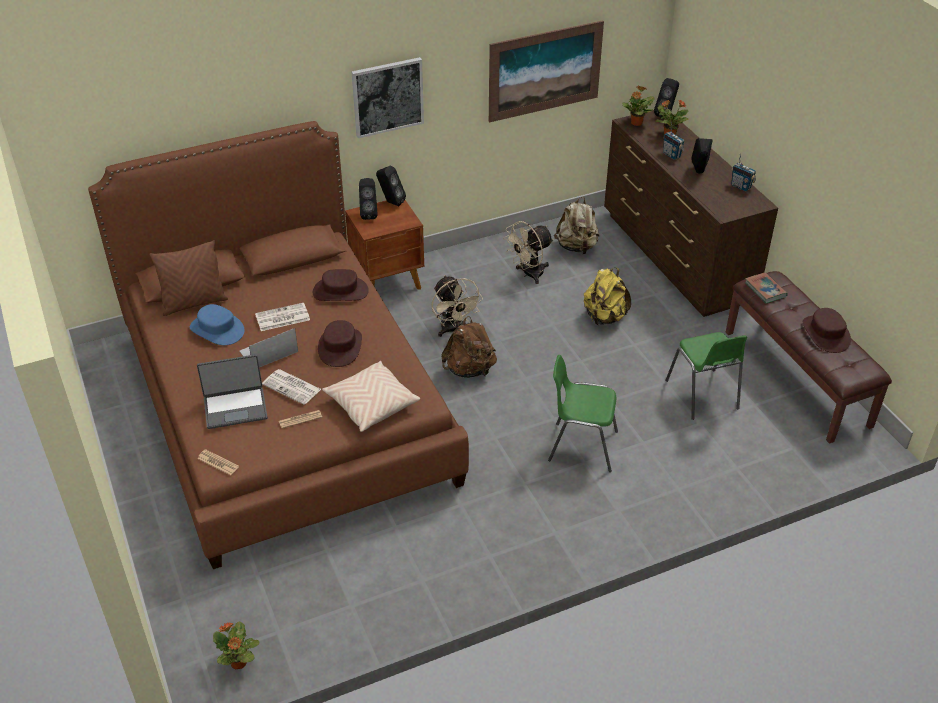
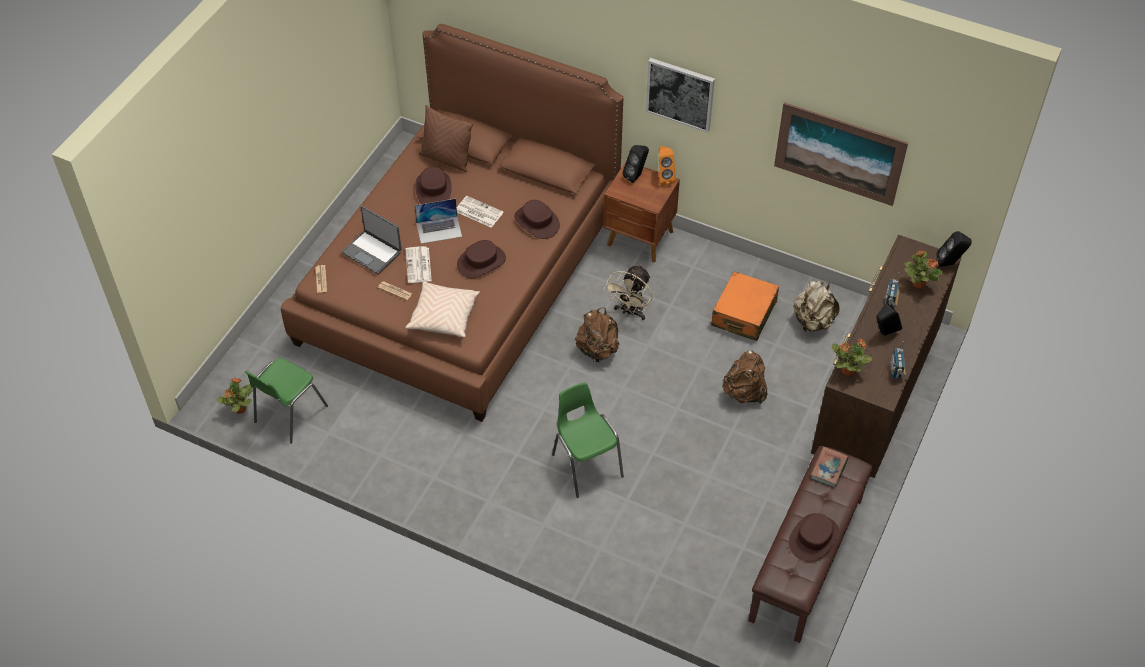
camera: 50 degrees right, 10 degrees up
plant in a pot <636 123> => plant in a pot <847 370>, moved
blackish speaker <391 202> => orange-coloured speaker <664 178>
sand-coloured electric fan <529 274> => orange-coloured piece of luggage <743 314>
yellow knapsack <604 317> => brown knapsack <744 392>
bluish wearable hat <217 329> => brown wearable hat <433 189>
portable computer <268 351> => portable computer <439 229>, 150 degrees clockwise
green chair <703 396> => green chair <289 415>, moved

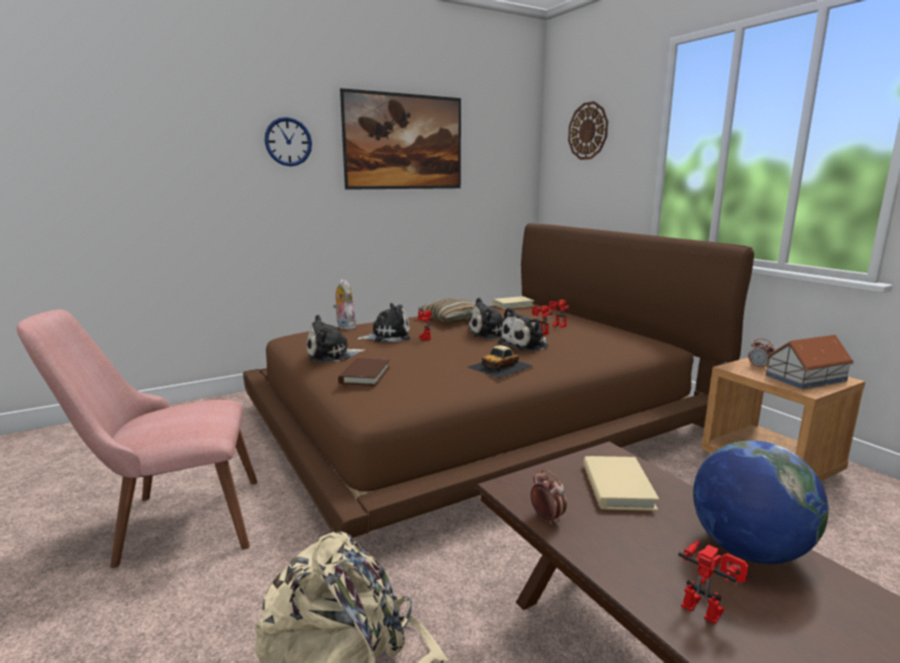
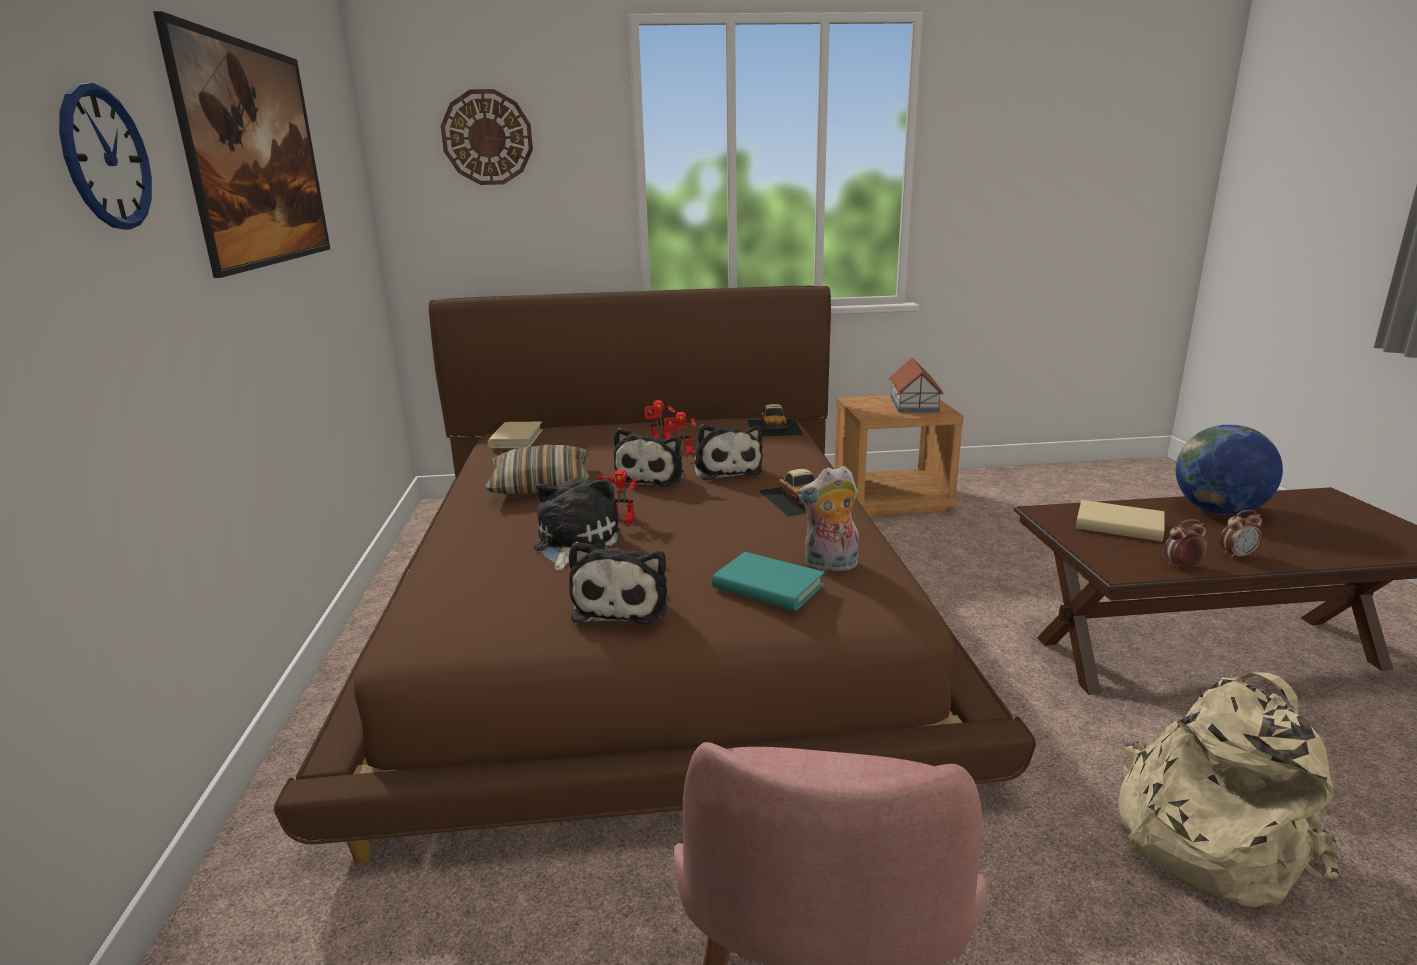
camera: 65 degrees left, 5 degrees up
plush toy <344 327> => plush toy <830 566>, moved
bedside clock <759 367> => bedside clock <1236 556>, moved
brown bound book <365 375> => blue-green bound book <768 587>
toy robot <707 607> => nothing
nothing => toy car <774 427>

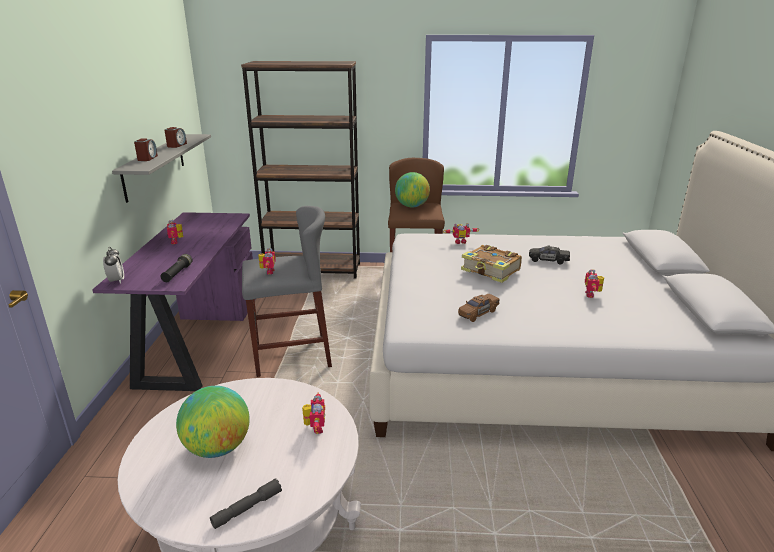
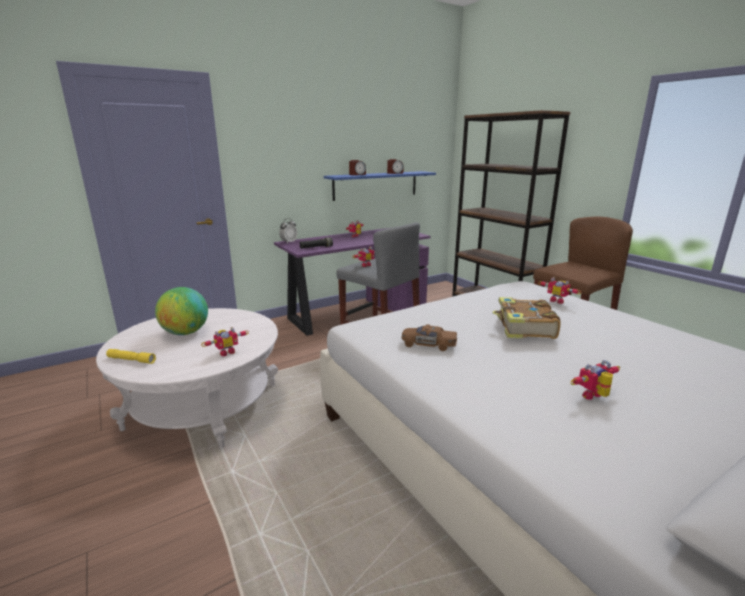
camera: 55 degrees right, 5 degrees down
grey wall shelf <154 166> => bluish wall shelf <376 185>
desk globe <412 206> => nothing
blackish toy car <548 260> => nothing
grey torch <247 508> => yellow torch <131 360>

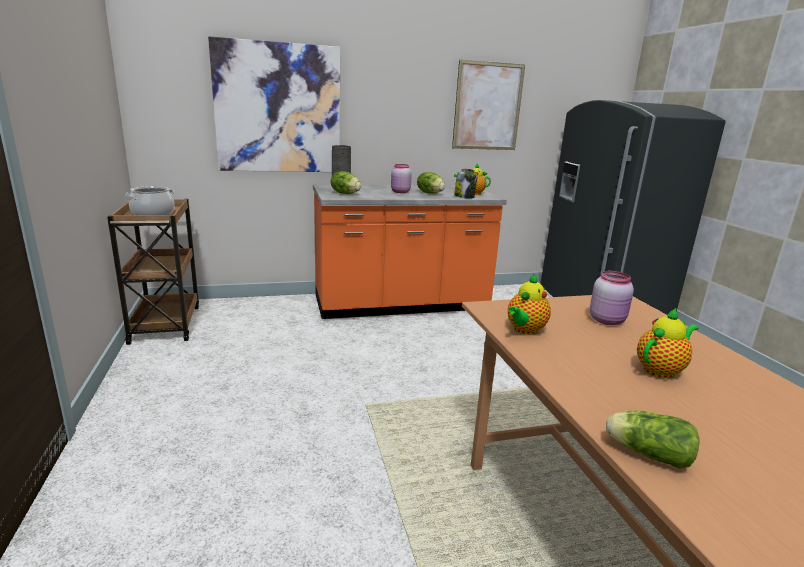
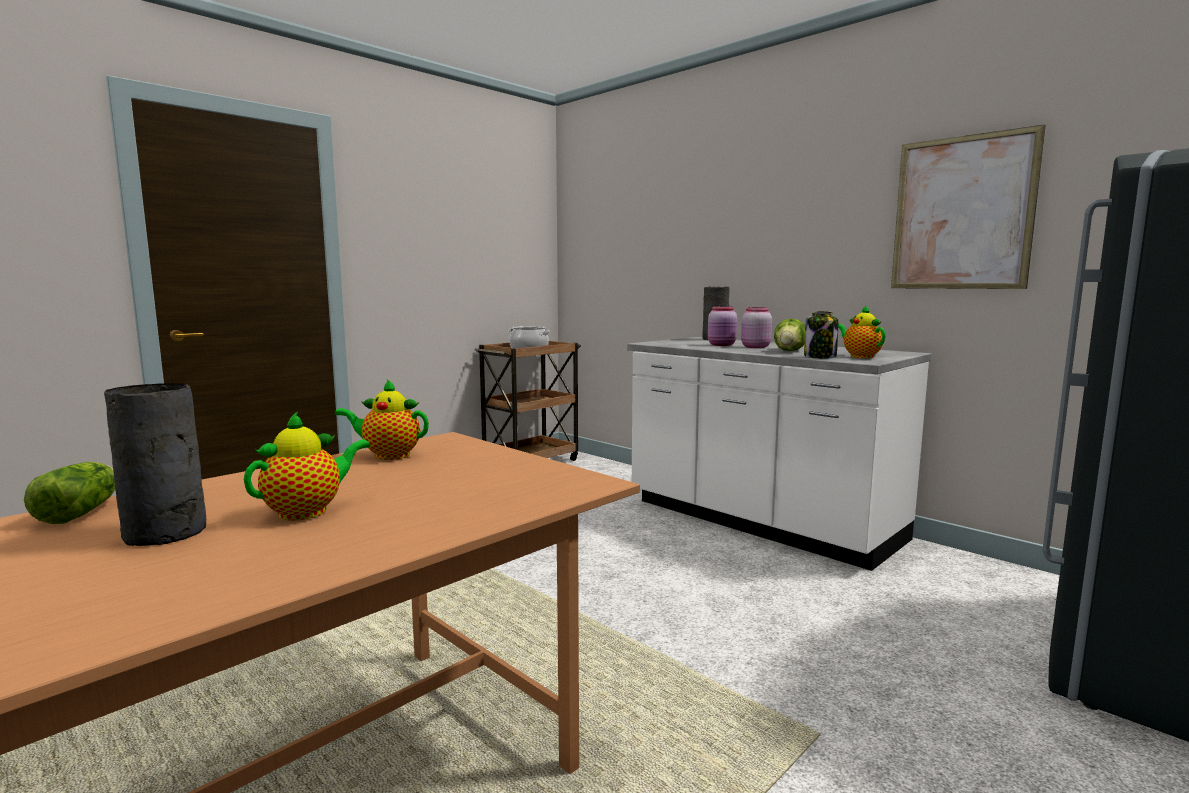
camera: 60 degrees right, 10 degrees down
wall art <278 109> => nothing
lettuce <346 193> => nothing
orange-coloured counter <401 304> => white-coloured counter <760 521>
pink-coloured preserve jar <607 320> => pink-coloured preserve jar <722 345>, moved
tea pot <661 370> => tea pot <308 511>, 75 degrees counterclockwise
nothing => grey flower vase <165 533>

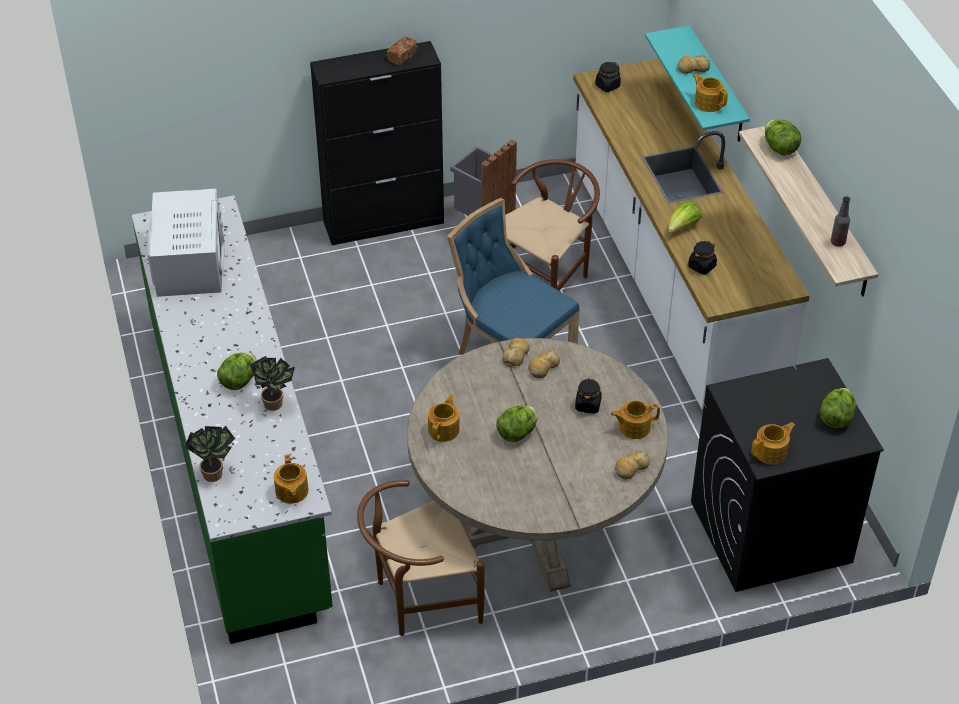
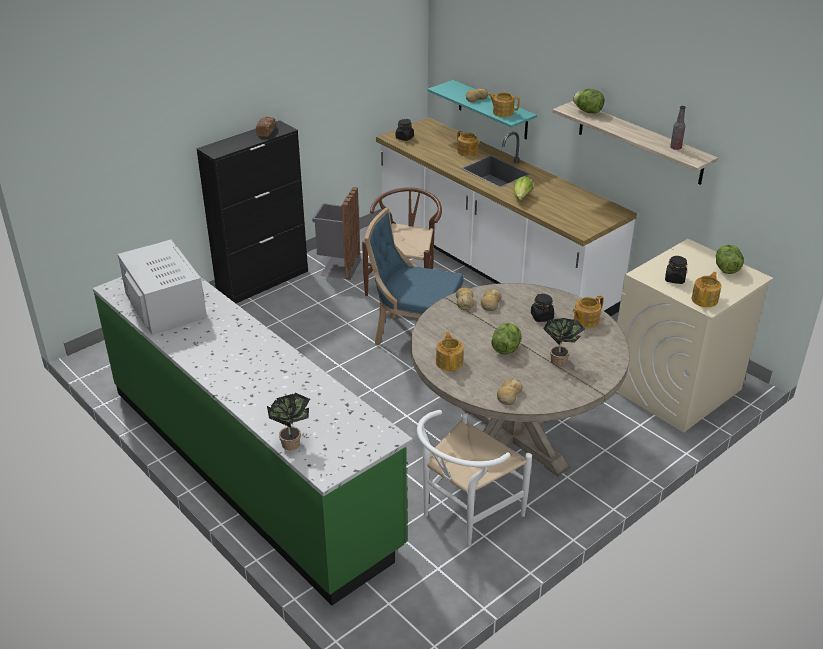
camera: 25 degrees left, 10 degrees down
blackish preserve jar <702 266> => blackish preserve jar <674 279>, moved
lettuce <239 381> => nothing
plant in a pot <276 403> => plant in a pot <560 360>, moved
blackish laundry machine <769 532> => sand-coloured laundry machine <674 388>
bread <631 468> => bread <508 395>, moved
tea pot <291 491> => tea pot <467 152>, moved
brown chair <419 599> => white-coloured chair <464 515>

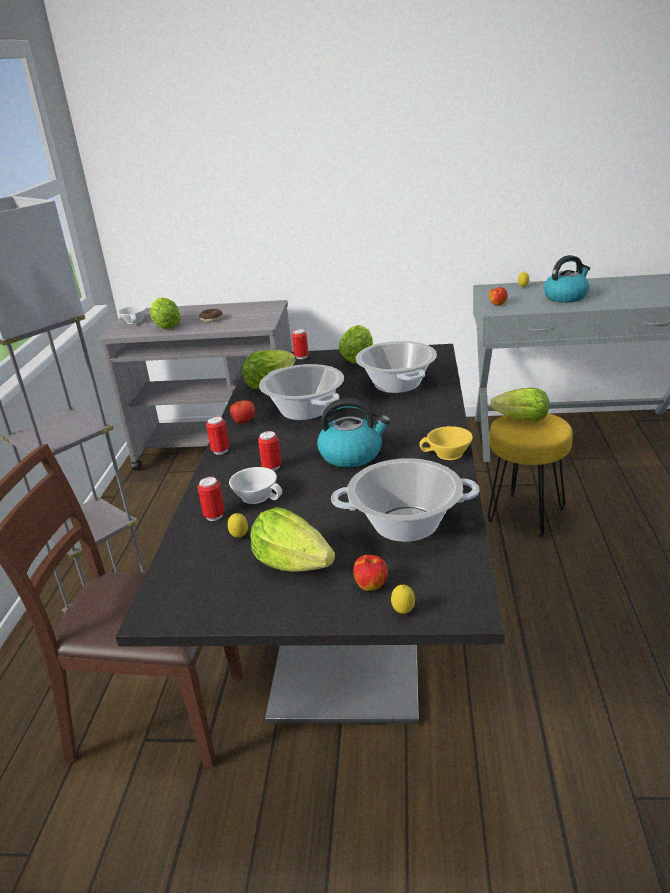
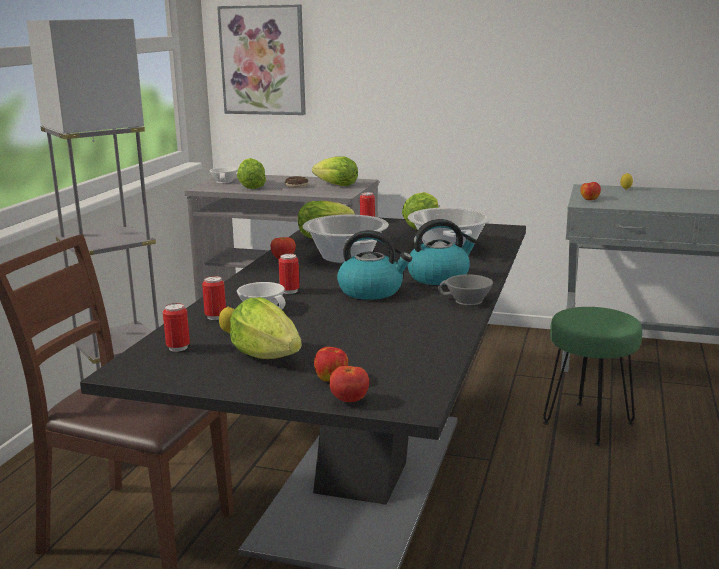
camera: 10 degrees right, 10 degrees down
kettle <566 297> => kettle <439 277>, moved
lettuce <522 420> => lettuce <337 185>, moved
yellow stool seat <527 514> => green stool seat <589 423>
can <220 451> => can <178 348>, moved
yellow drinking cup <448 454> => grey drinking cup <466 301>
cooking pot <406 525> => nothing
citrus fruit <403 612> => whole tomato <349 400>
nothing => wall art <263 60>

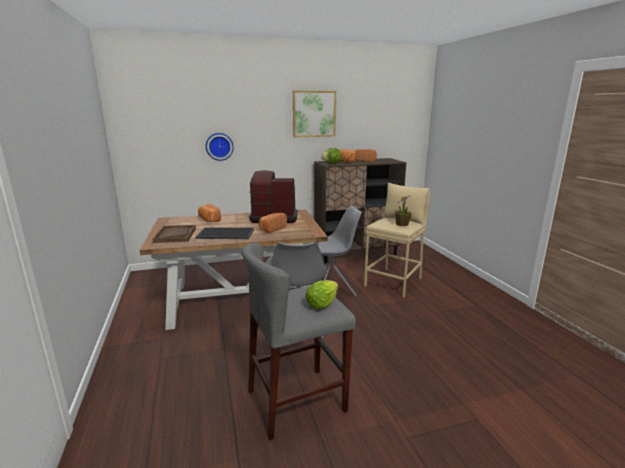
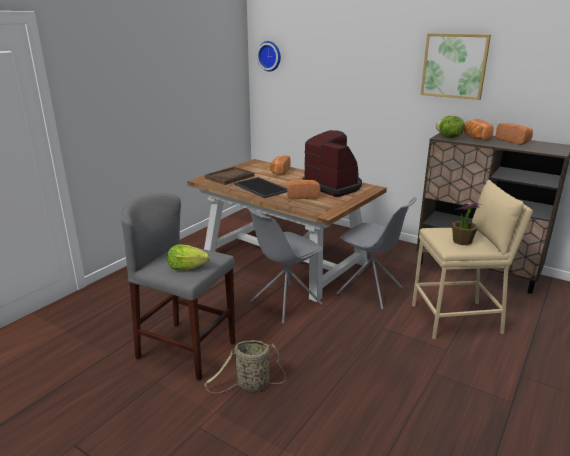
camera: 50 degrees right, 5 degrees up
clock on the wall <219 146> => clock on the wall <270 56>, moved
nothing => household basket <251 385>

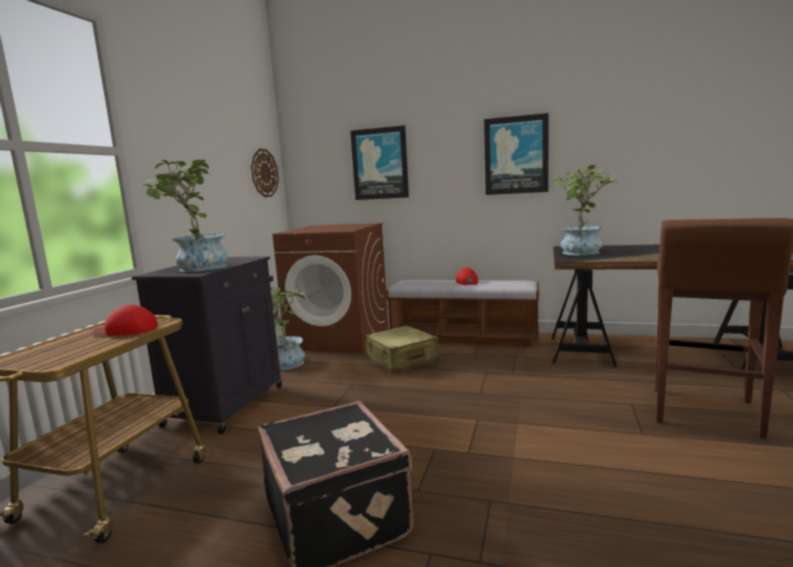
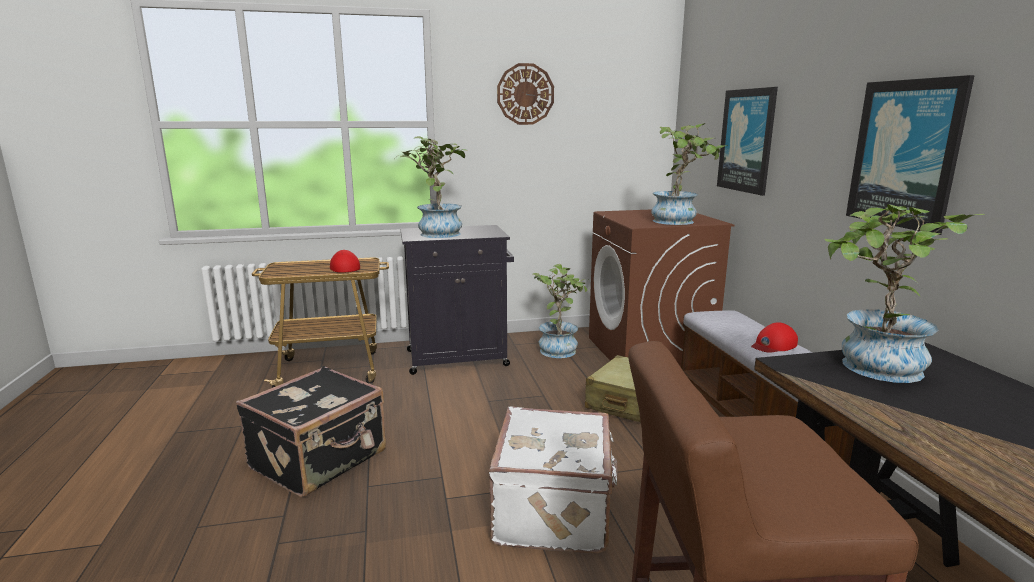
camera: 60 degrees right, 5 degrees up
clock on the wall <264 173> => clock on the wall <525 94>, moved
nothing => plant in a pot <680 221>
nothing => white-coloured piece of luggage <555 511>

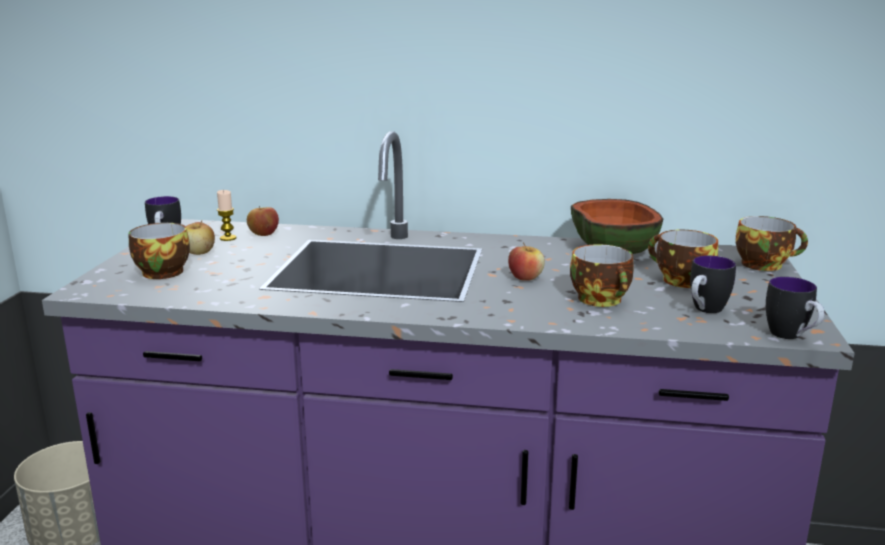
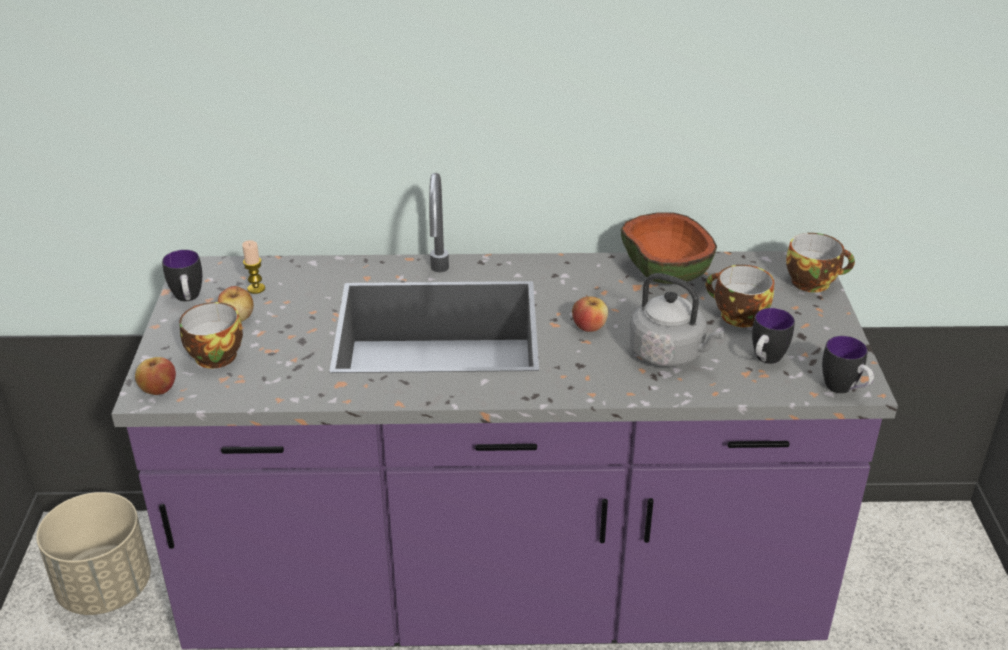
camera: 10 degrees left, 15 degrees up
whole apple <263 234> => whole apple <158 389>, moved
drinking cup <602 300> => grey kettle <670 354>

